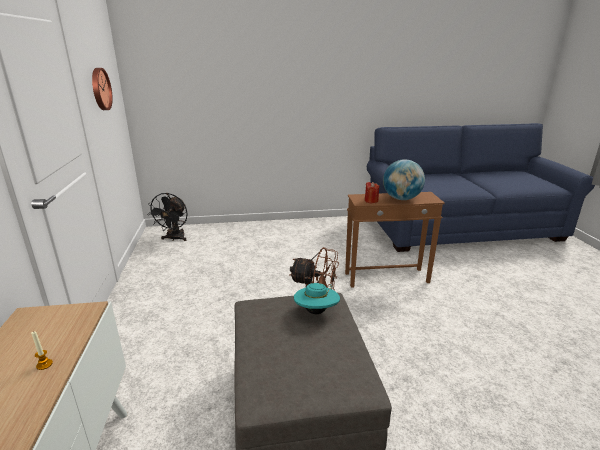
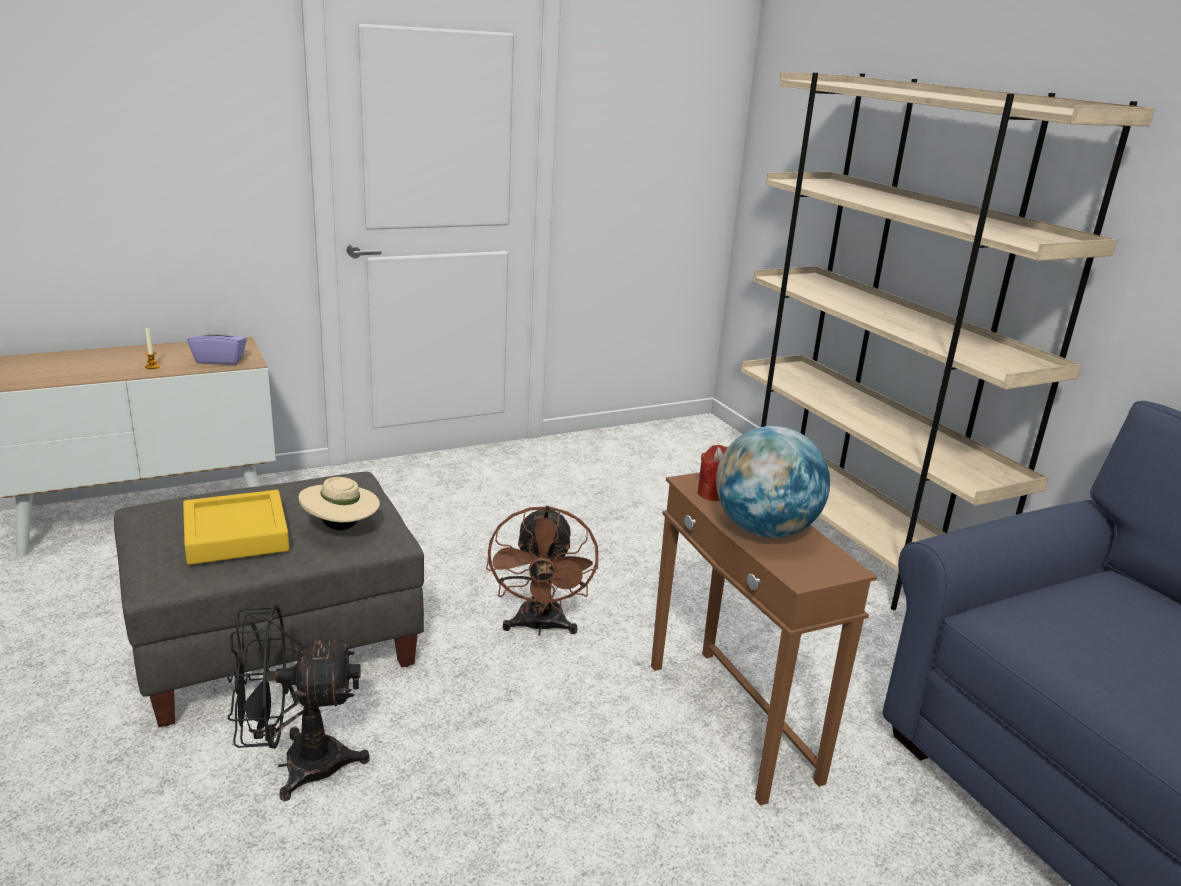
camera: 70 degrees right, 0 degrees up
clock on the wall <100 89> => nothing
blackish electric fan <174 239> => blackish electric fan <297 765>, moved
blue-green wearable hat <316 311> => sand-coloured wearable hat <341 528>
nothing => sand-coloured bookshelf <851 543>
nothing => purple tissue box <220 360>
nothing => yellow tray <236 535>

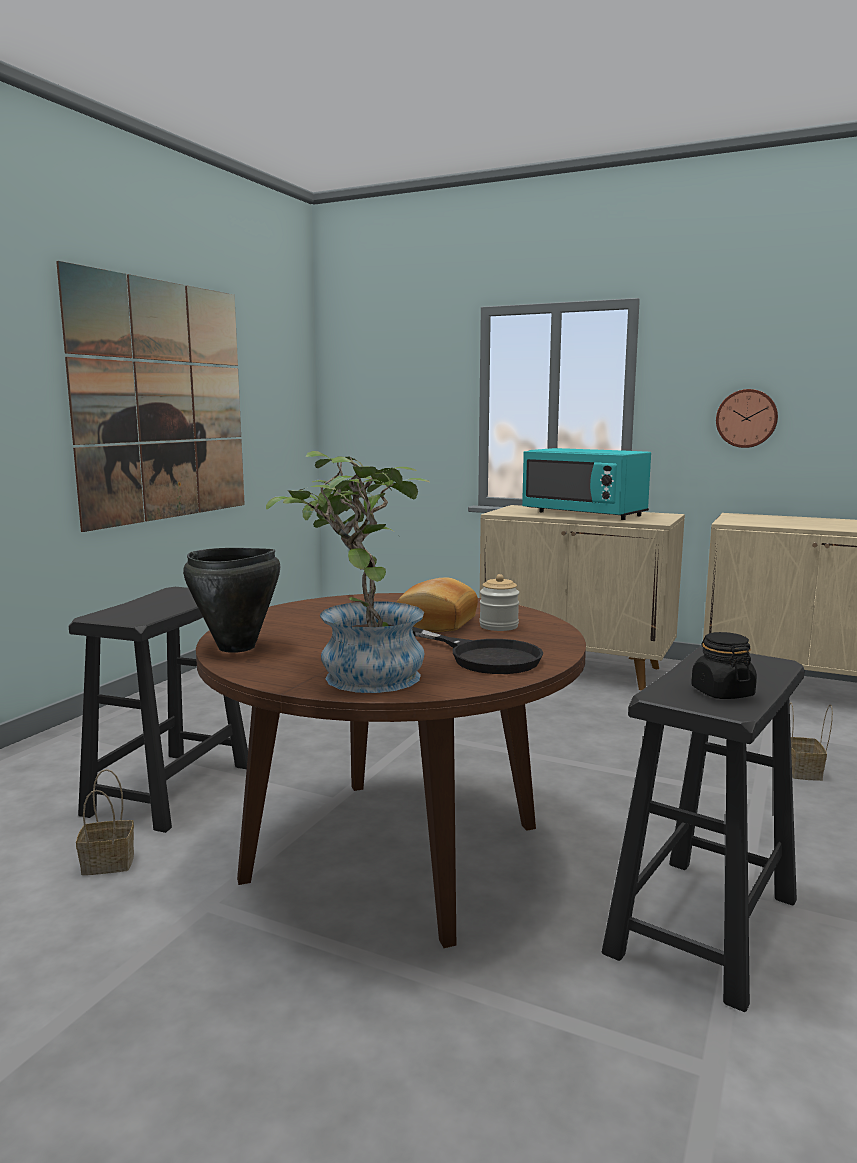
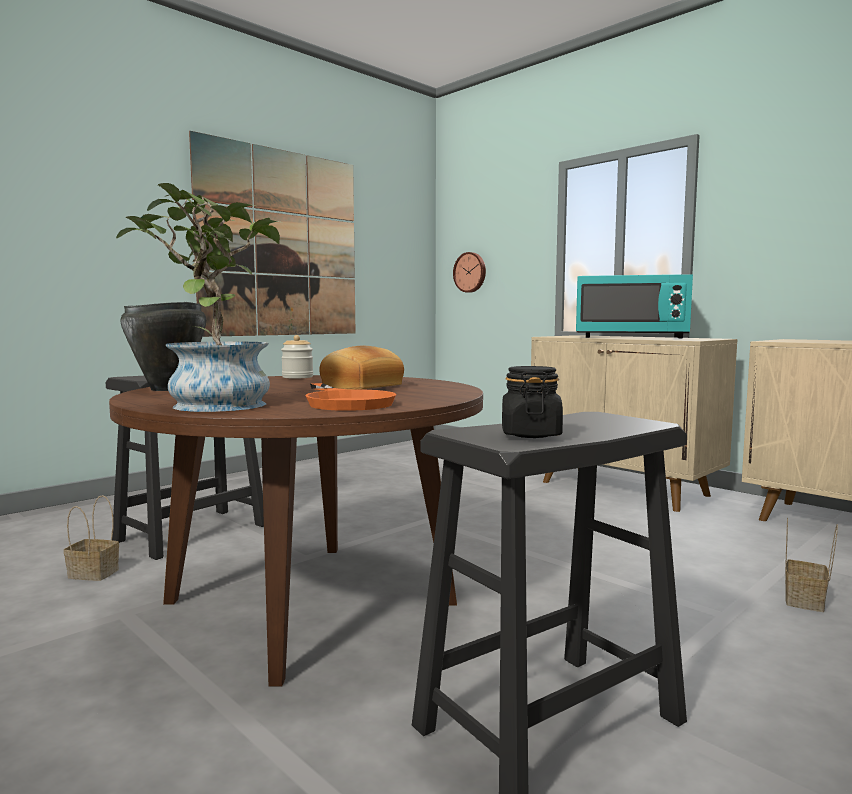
camera: 20 degrees right, 5 degrees down
clock on the wall <746 418> => clock on the wall <470 272>, moved
blue-green microwave <585 514> => blue-green microwave <630 337>, 45 degrees counterclockwise
preserve jar <498 626> => preserve jar <297 377>, moved
blackish skillet <483 657> => orange-coloured skillet <346 402>

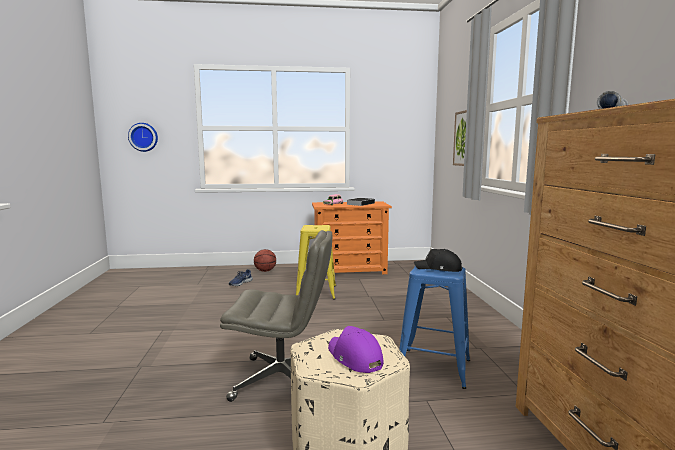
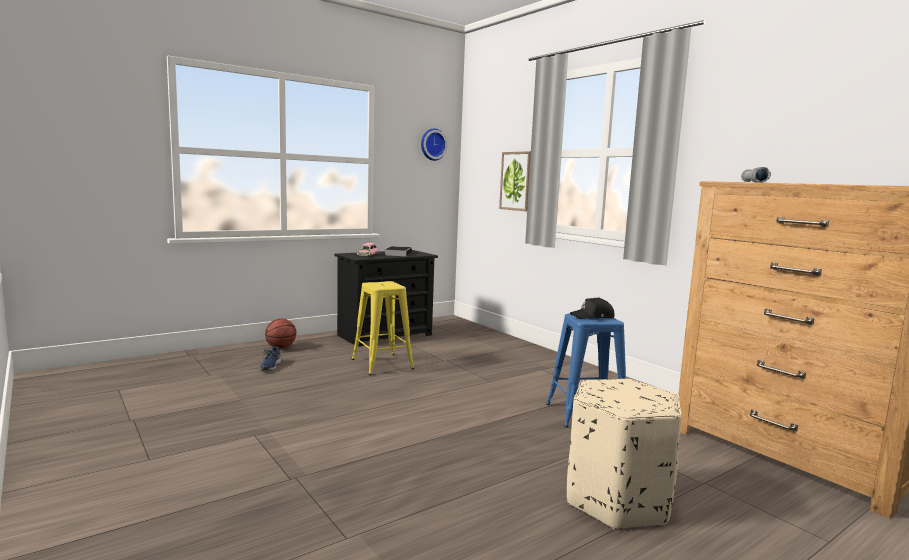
camera: 30 degrees left, 0 degrees up
clock on the wall <143 137> => clock on the wall <432 144>, moved
orange-coloured drawer chest <350 270> => blackish drawer chest <385 335>
grey desk chair <282 380> => nothing
purple cap <354 358> => nothing

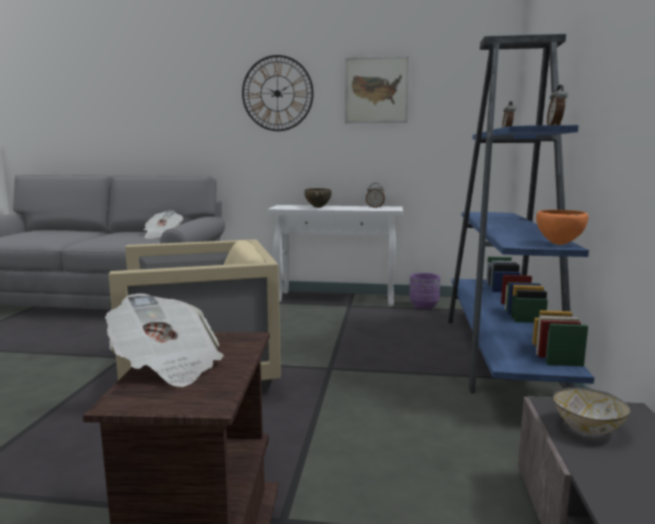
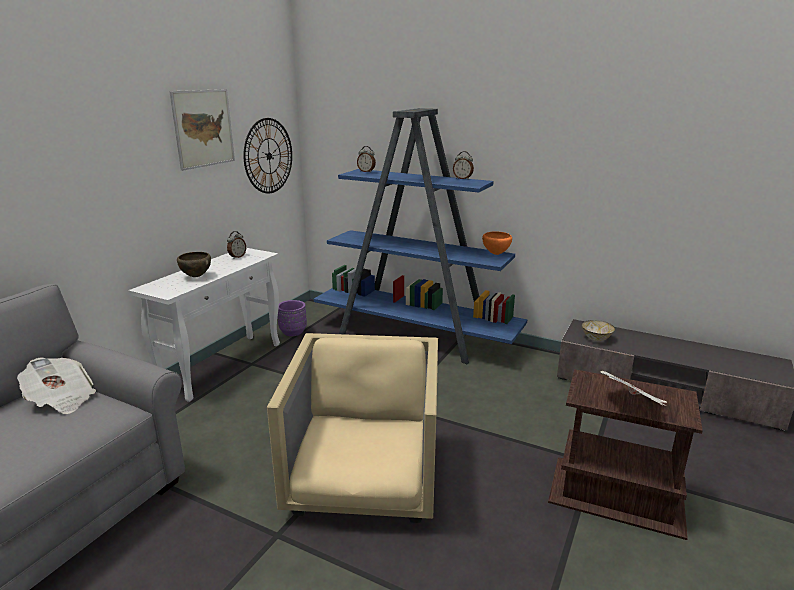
camera: 70 degrees left, 10 degrees up
clock on the wall <277 93> => clock on the wall <268 156>, moved

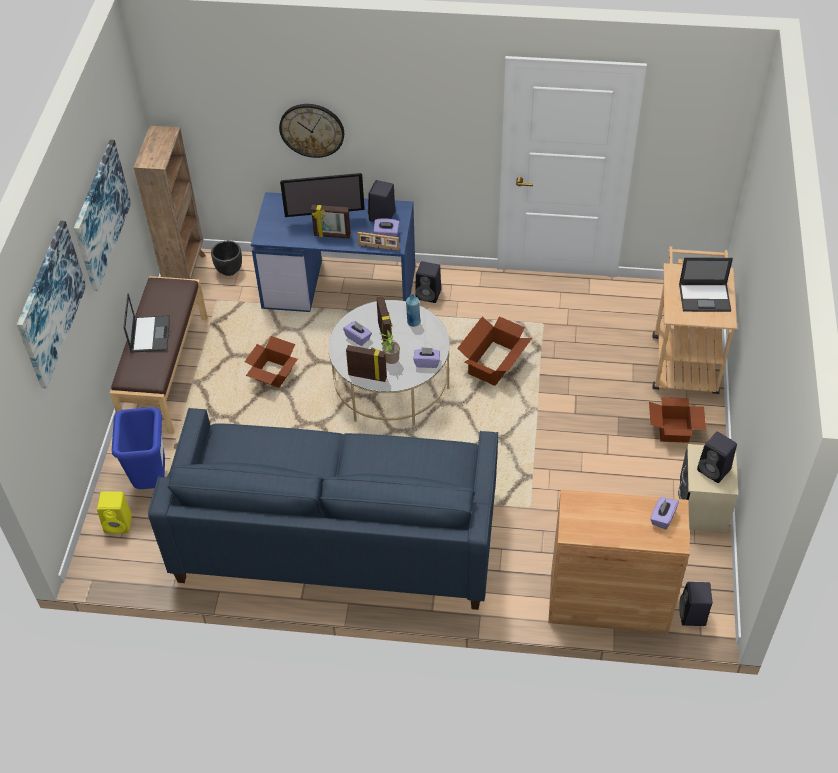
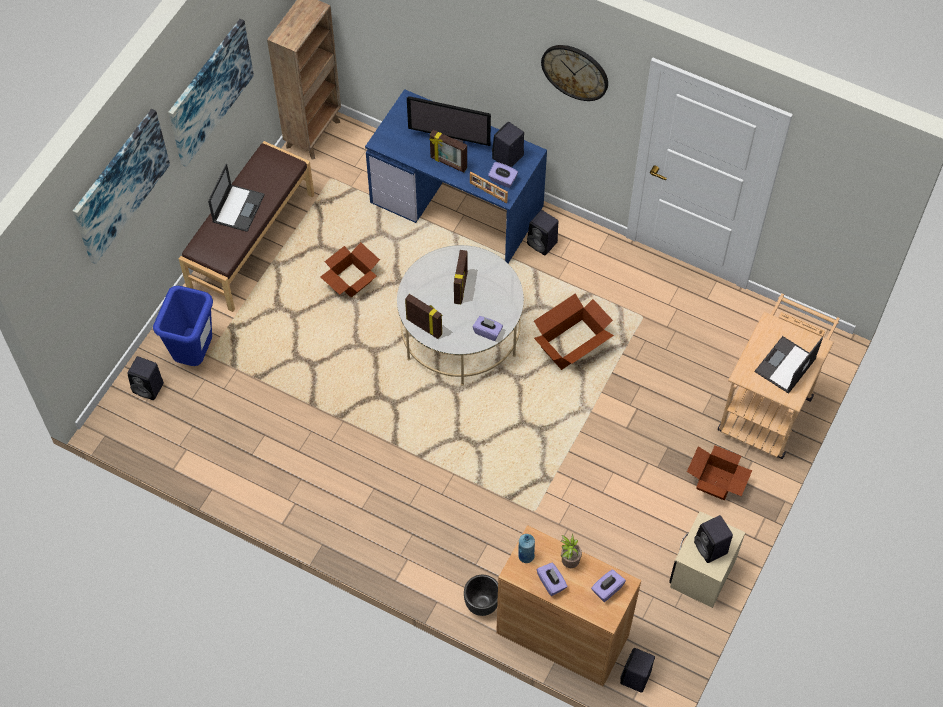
camera: 20 degrees right, 10 degrees up
clock on the wall <312 130> => clock on the wall <575 71>, moved
blackish planter <229 270> => blackish planter <481 604>, moved
portable computer <705 297> => portable computer <785 366>, 105 degrees clockwise
bluish drink bottle <413 322> => bluish drink bottle <526 556>, moved
purple tissue box <358 338> => purple tissue box <551 583>, moved
plant in a pot <390 362> => plant in a pot <569 562>, moved
bluish sofa <337 536> => nothing
yellow speaker <119 523> => blackish speaker <149 388>

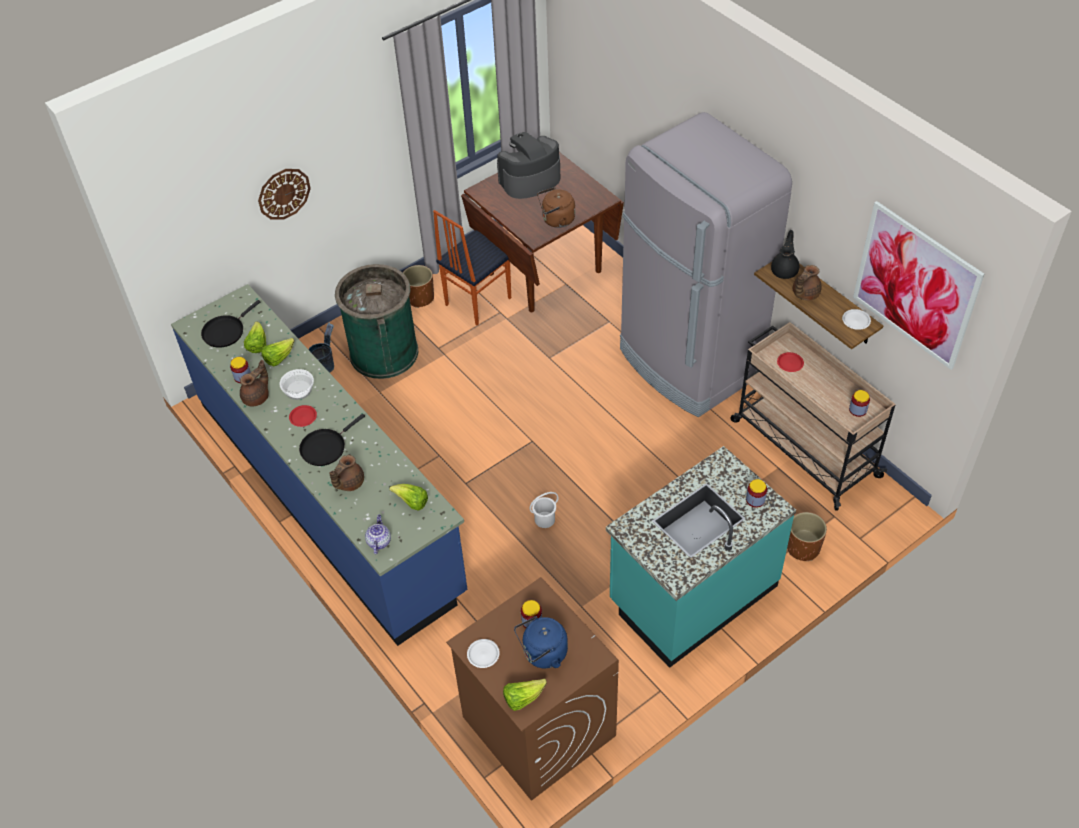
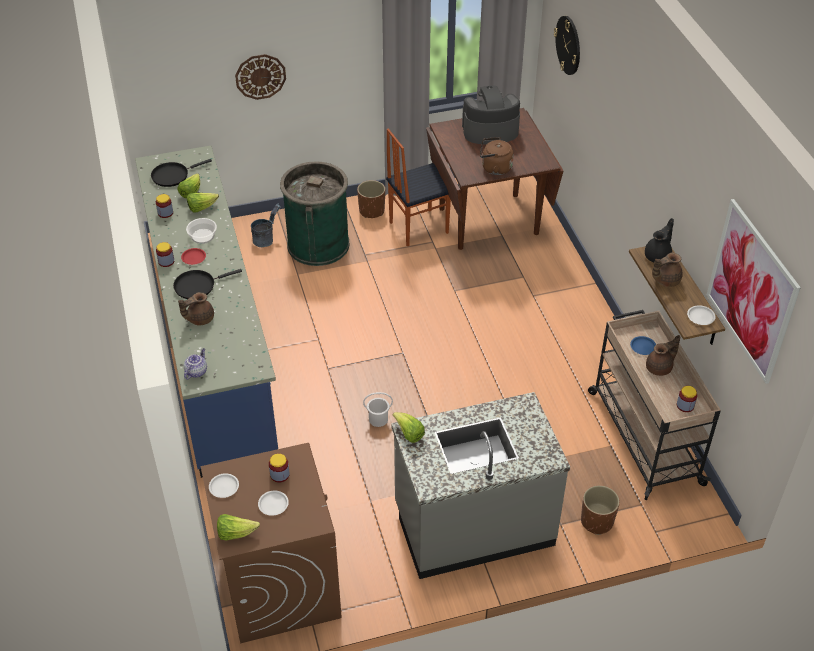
camera: 20 degrees right, 5 degrees down
grey kitchen fridge <689 364> => nothing
red plate <790 364> => bluish plate <642 347>
brown tea pot <257 397> => brown tea pot <660 367>, moved
blue-green counter <692 594> => grey counter <473 525>
preserve jar <755 499> => preserve jar <166 261>, moved
lettuce <411 502> => lettuce <409 434>, moved
bluish kettle <542 654> => white-coloured plate <273 504>
nothing => clock on the wall <568 45>

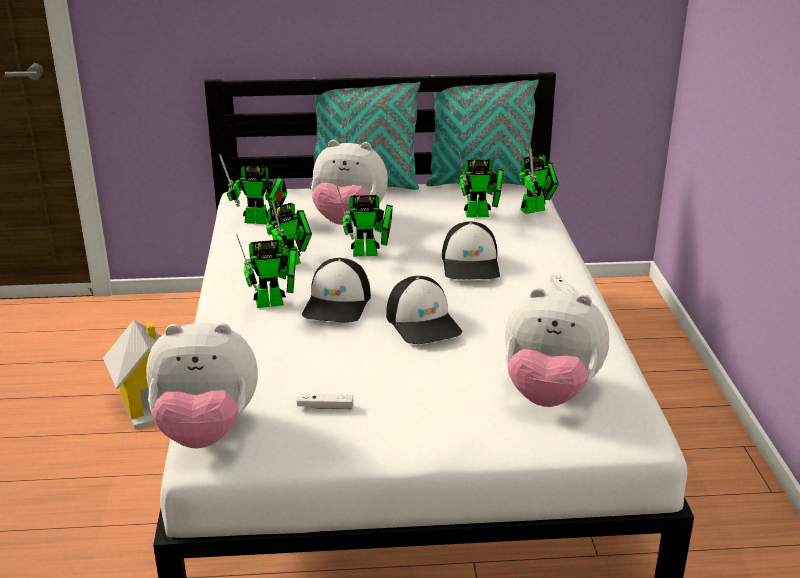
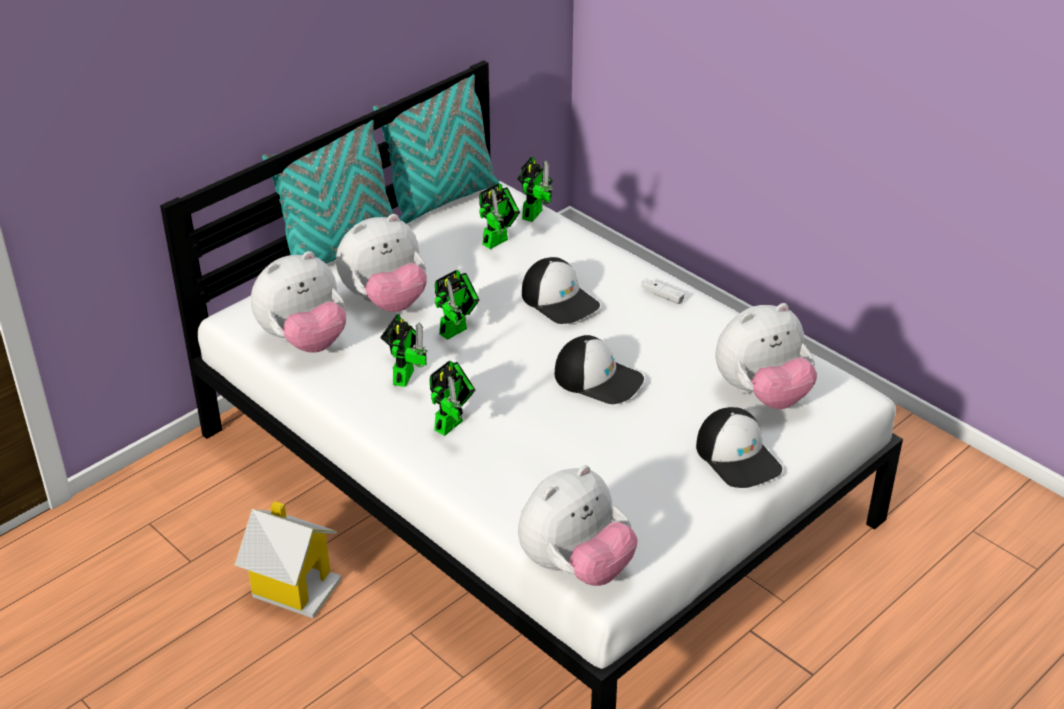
camera: 40 degrees left, 10 degrees up
toy robot <261 221> => plush toy <304 341>
cap <337 303> => cap <738 456>, moved
white-coloured game controller <325 407> => nothing

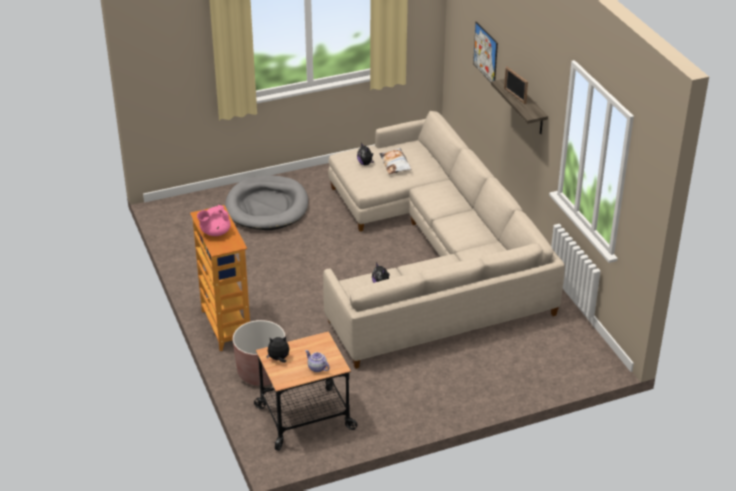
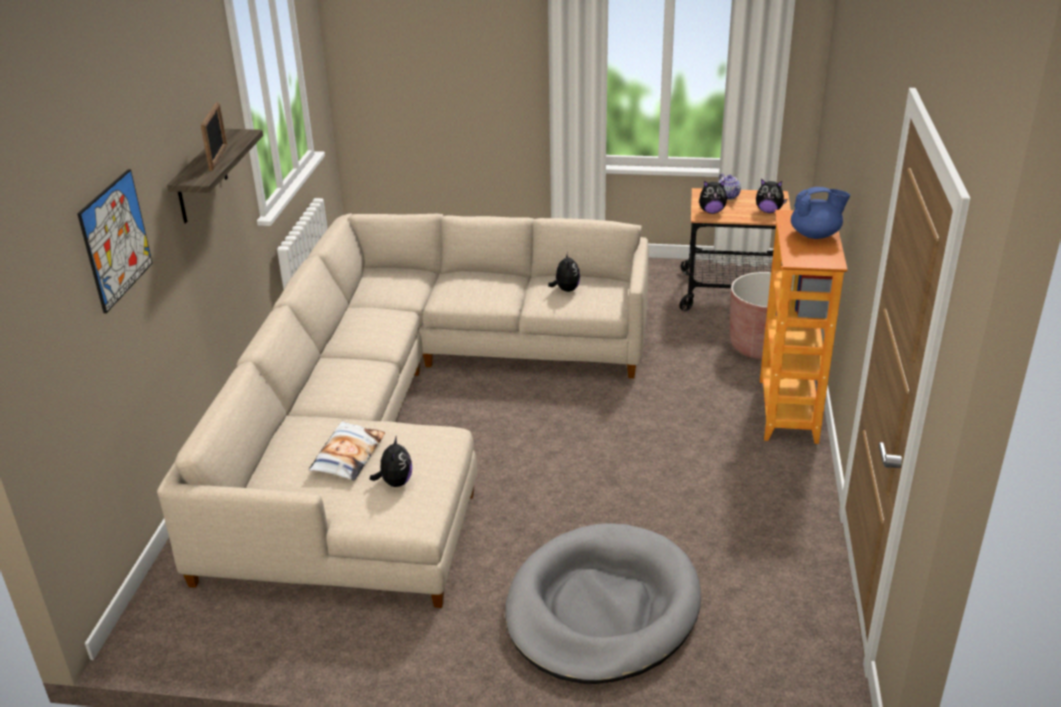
camera: 150 degrees left, 5 degrees down
pink-coloured tea pot <215 232> => bluish tea pot <816 235>
nothing => plush toy <711 211>

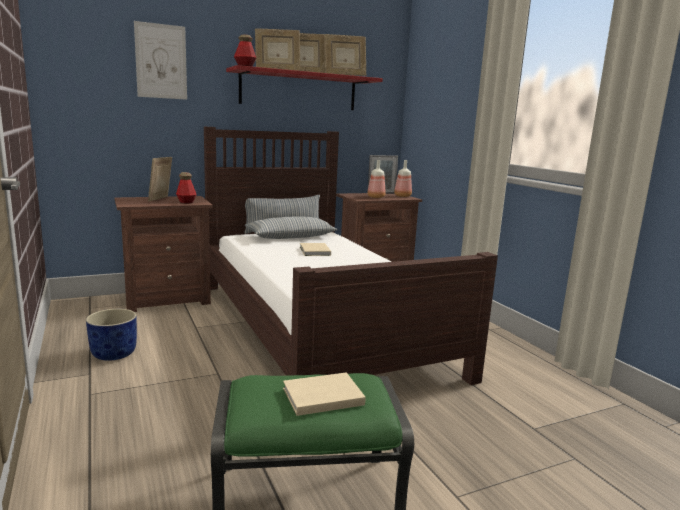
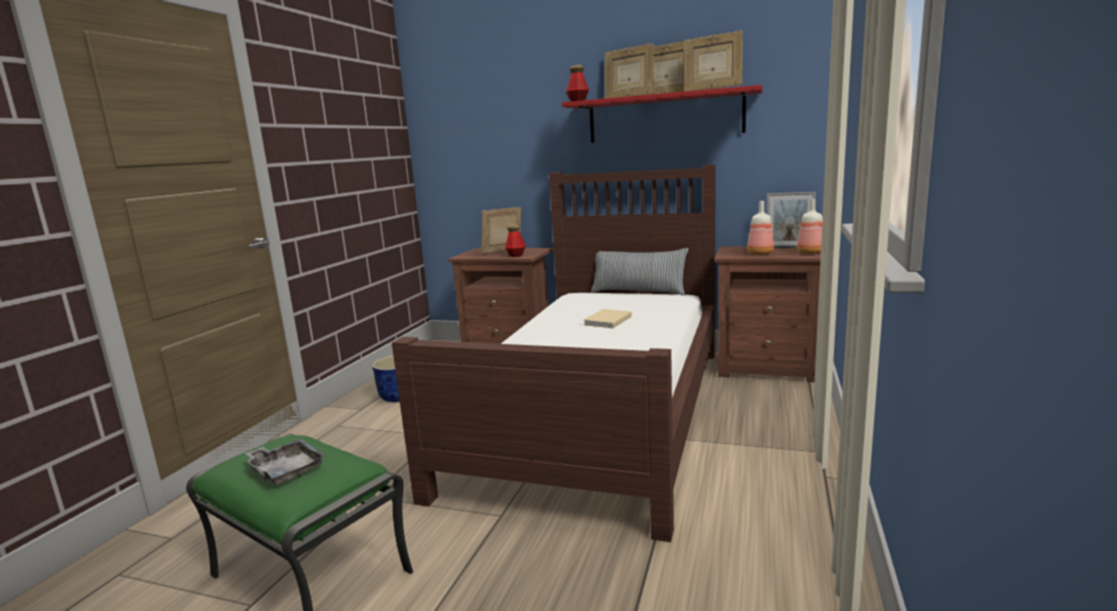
camera: 45 degrees right, 0 degrees up
wall art <161 61> => nothing
cushion <291 237> => nothing
sand-coloured bound book <320 396> => grey tray <286 470>

